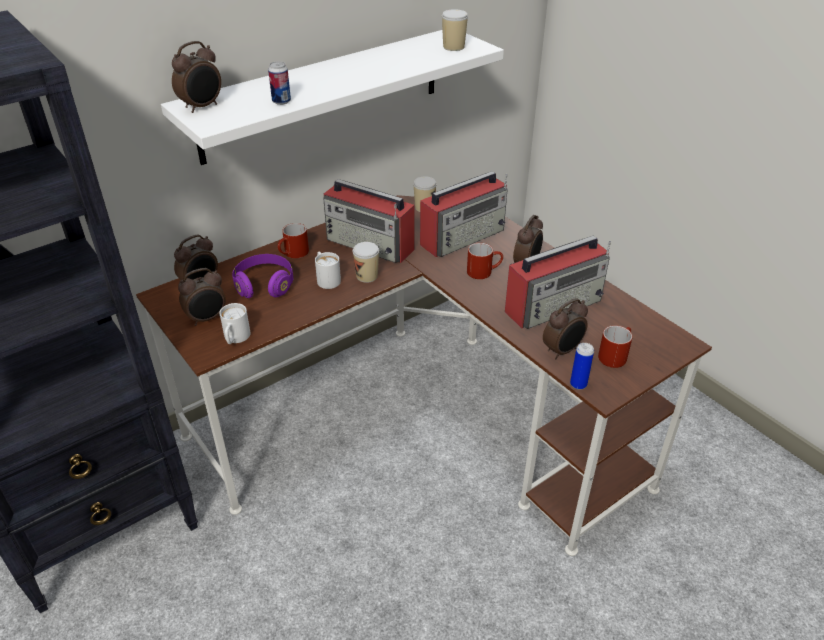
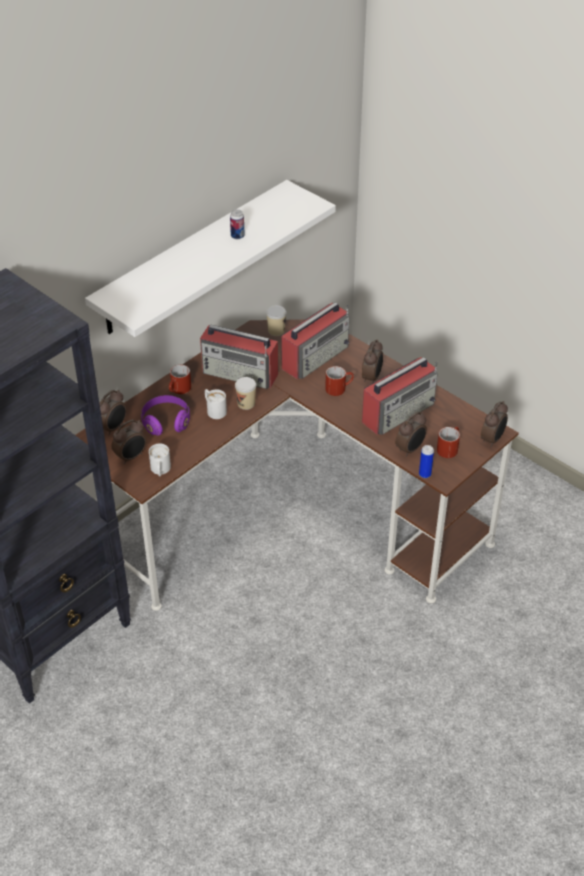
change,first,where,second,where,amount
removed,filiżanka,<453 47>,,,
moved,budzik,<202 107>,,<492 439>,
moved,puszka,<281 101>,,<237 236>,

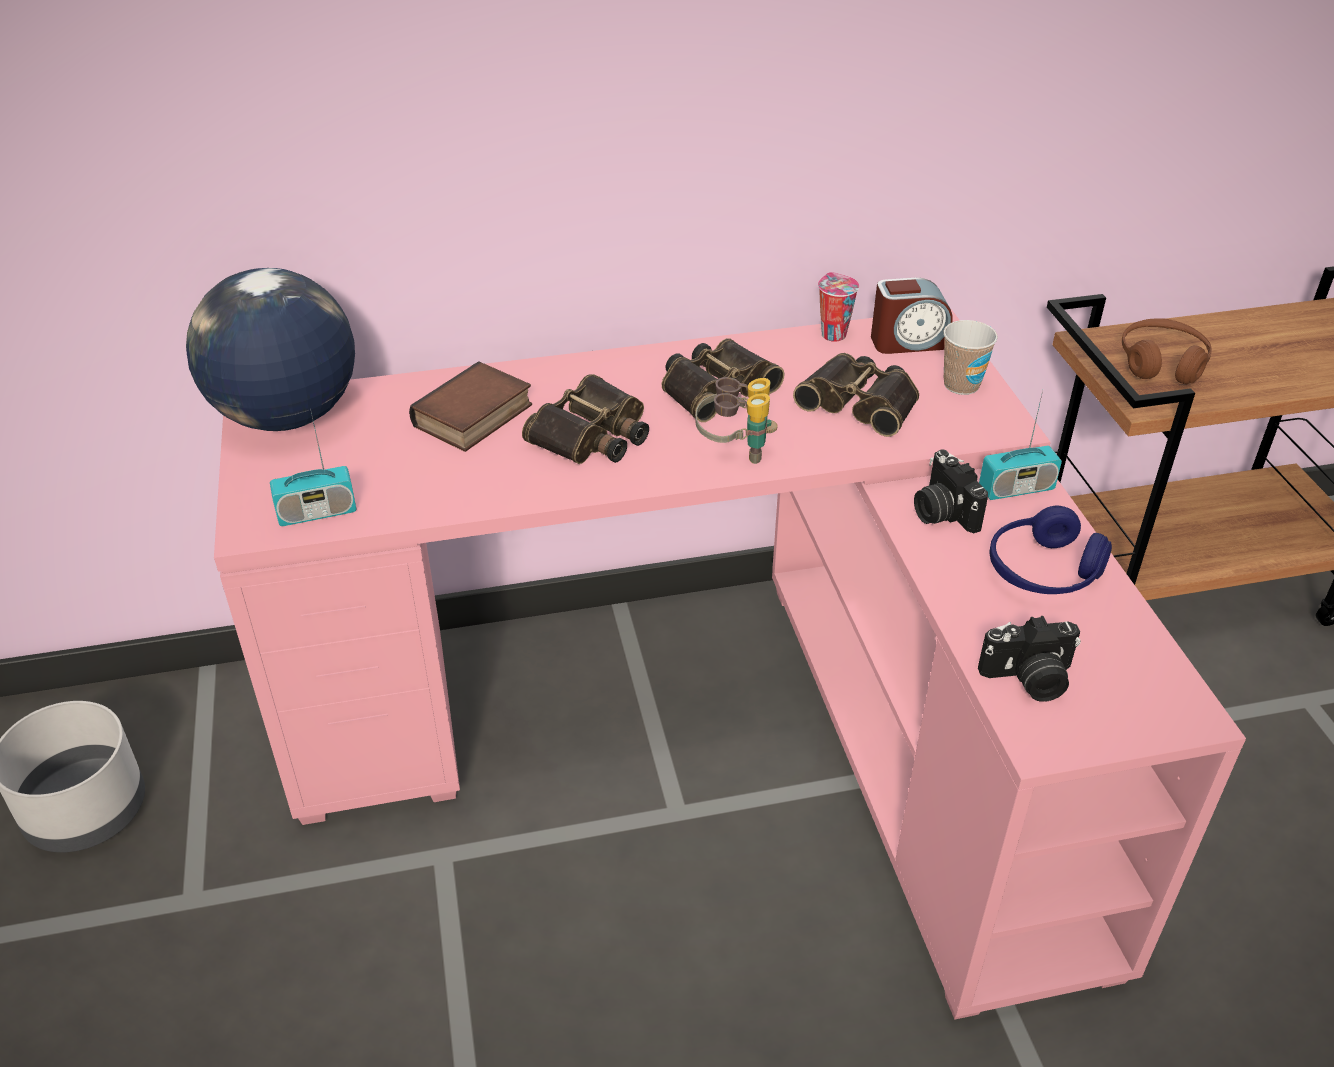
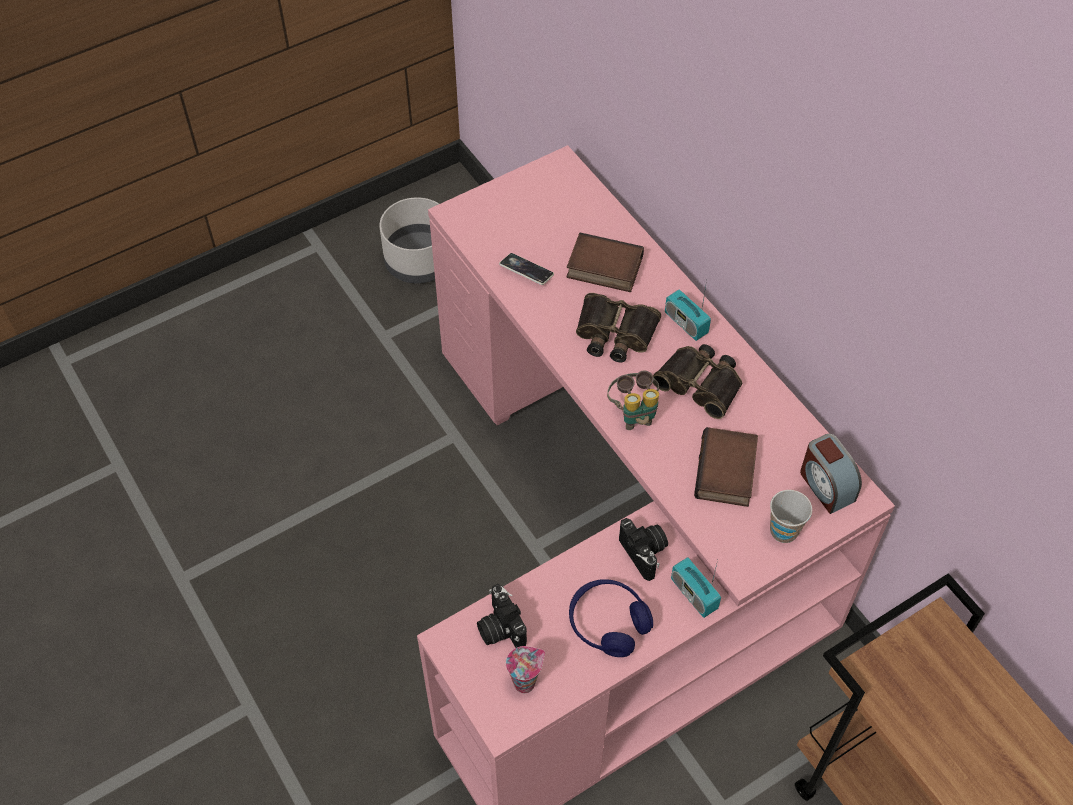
change,first,where,second,where,amount
removed,globus,<286 417>,,,
moved,filiżanka,<832 334>,,<525 681>,
removed,słuchawki [brązowy],<1161 363>,,,
replaced,lornetka,<861 402>,książka,<727 473>,
moved,radio,<317 512>,,<686 323>,
turned,aparat fotograficzny,<942 512>,,<645 552>,105 degrees clockwise
added,,,telefon,<526 271>,

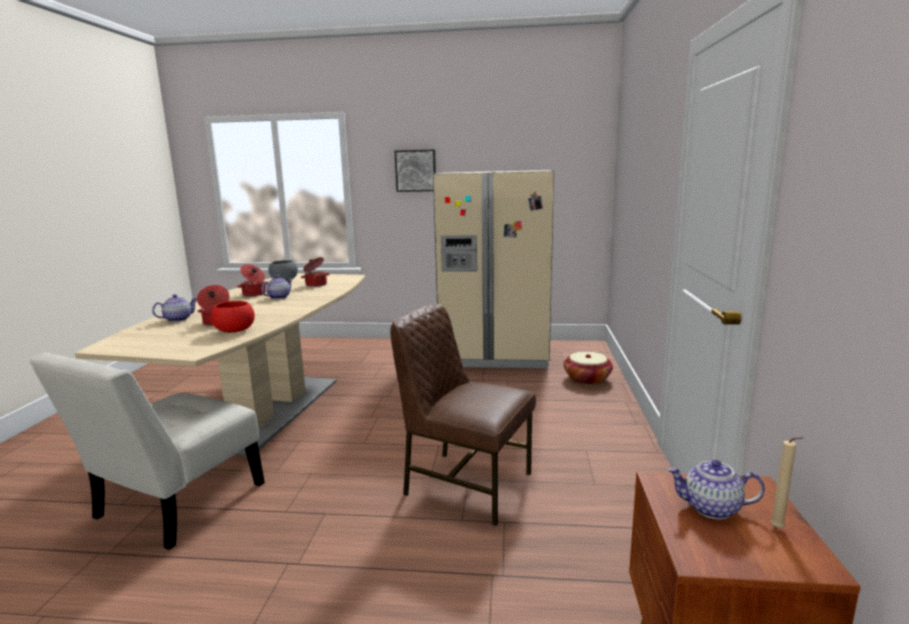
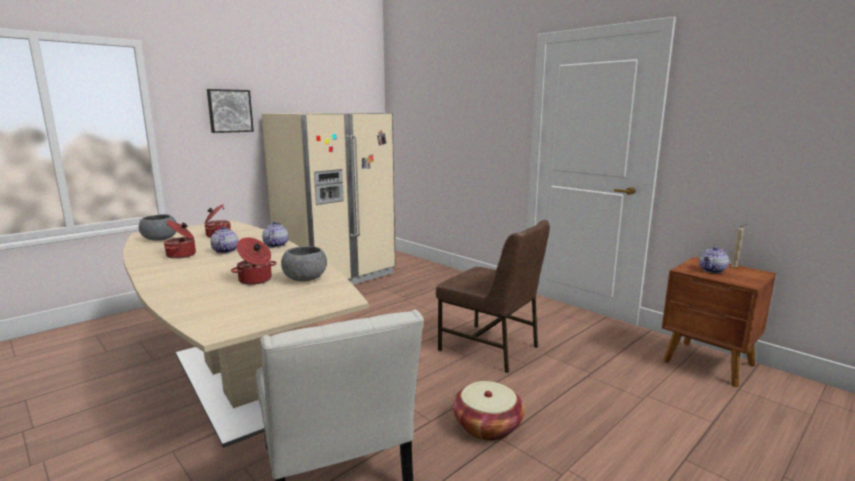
change,first,where,second,where,amount
moved,imbryk,<178 319>,,<275 245>,
recoloured,miska [czerwony],<235 331>,miska [szary],<305 279>,
turned,krzesło [brązowy],<466 484>,,<490 348>,120 degrees counterclockwise
moved,koszyk,<587 379>,,<487 426>,

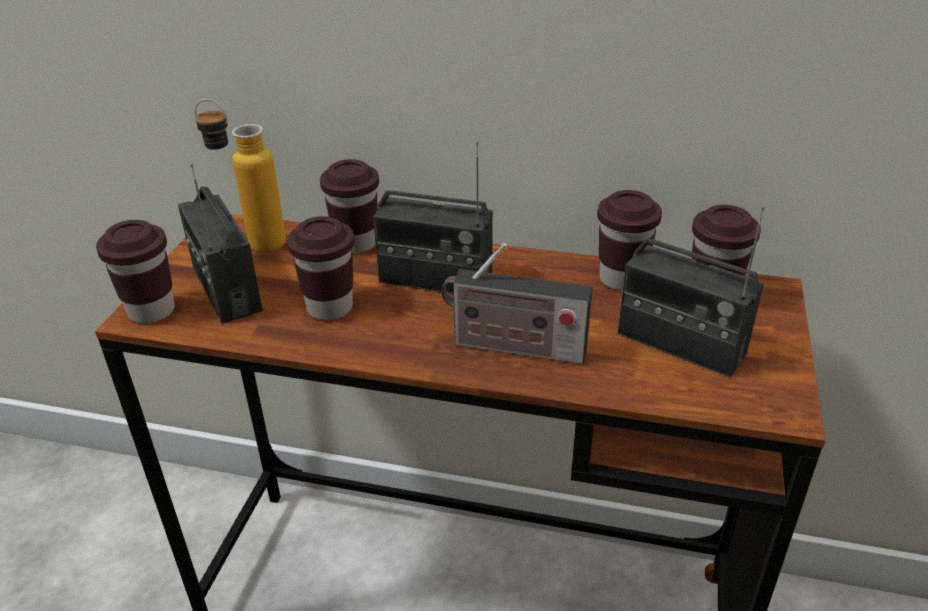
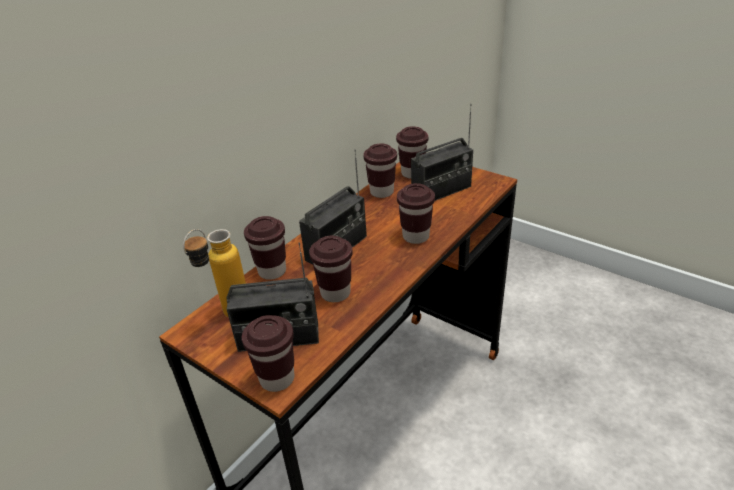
change,first,where,second,where,amount
replaced,radio,<513 348>,filiżanka [brązowy],<416 236>,

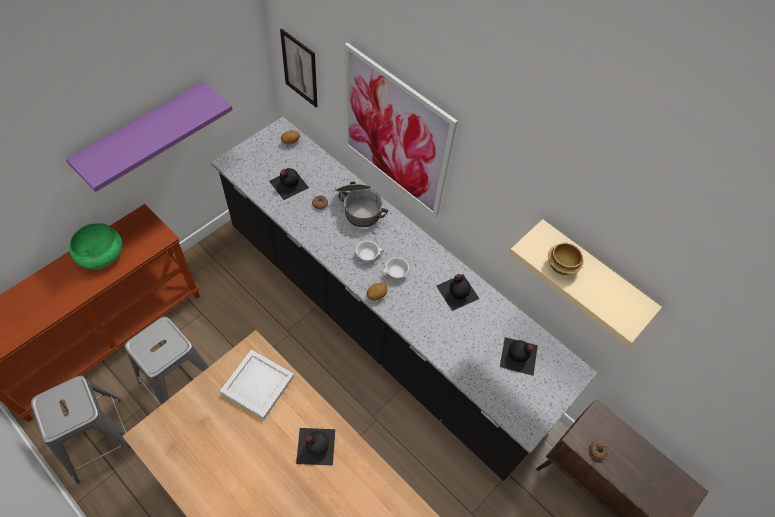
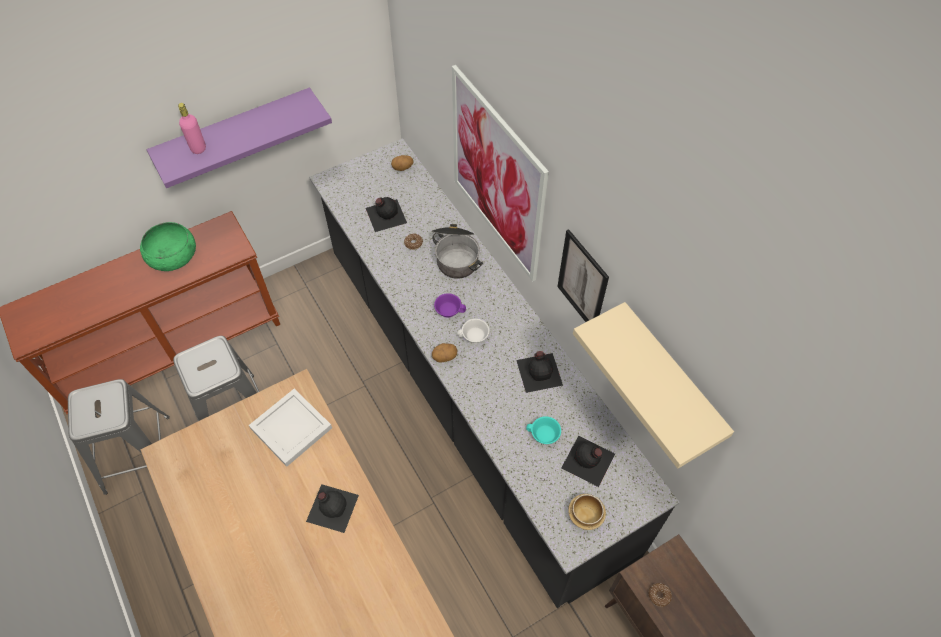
change,first,where,second,where,amount
moved,obraz,<300 68>,,<582 281>,
recoloured,filiżanka [biały],<367 255>,filiżanka [fioletowy],<449 310>,
moved,miska,<560 265>,,<584 516>,
added,,,butelka [różowy],<198 148>,
added,,,filiżanka [turkusowy],<543 436>,

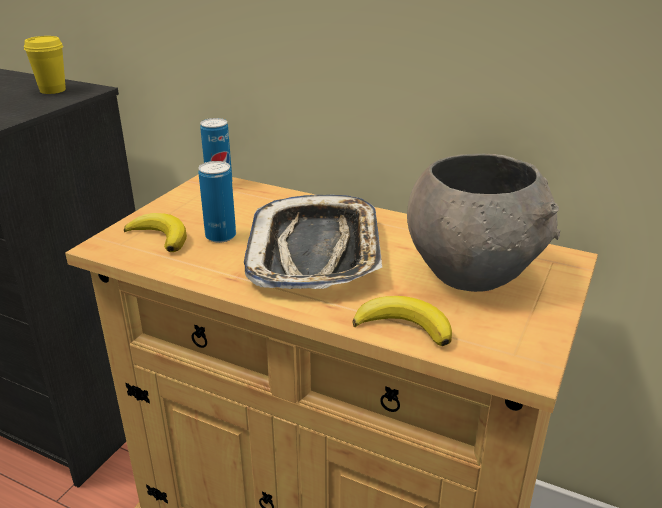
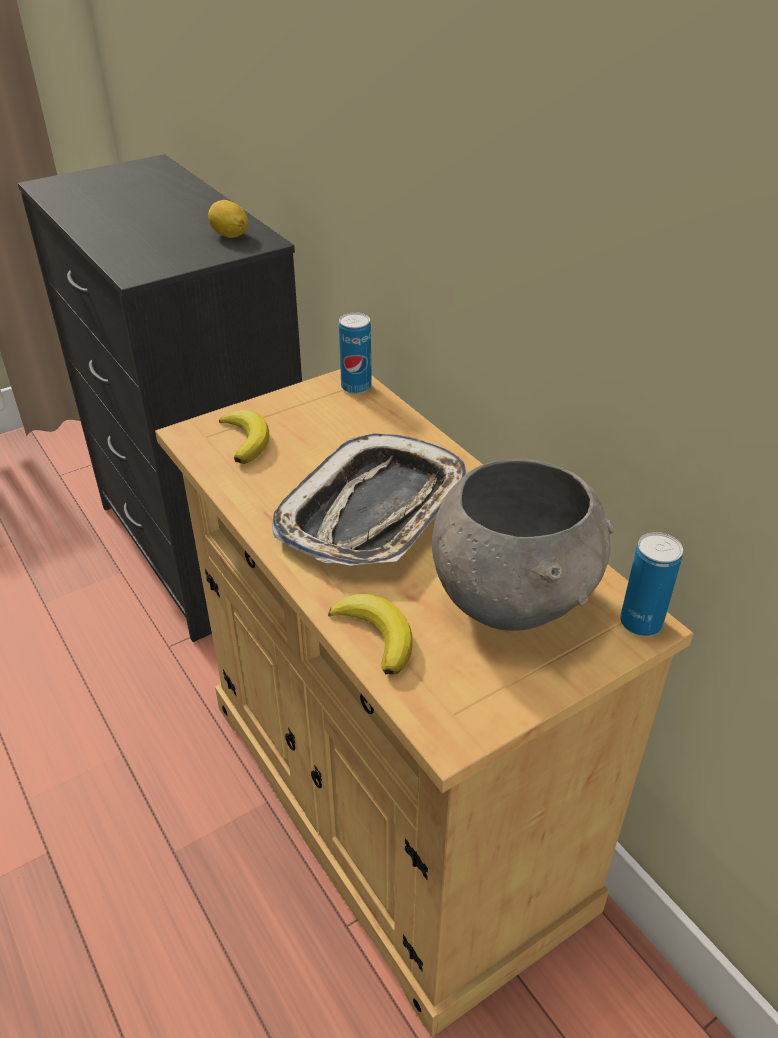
change,first,where,second,where,amount
replaced,filiżanka [żółty],<52 90>,cytryna,<229 235>,
moved,puszka,<220 236>,,<640 623>,

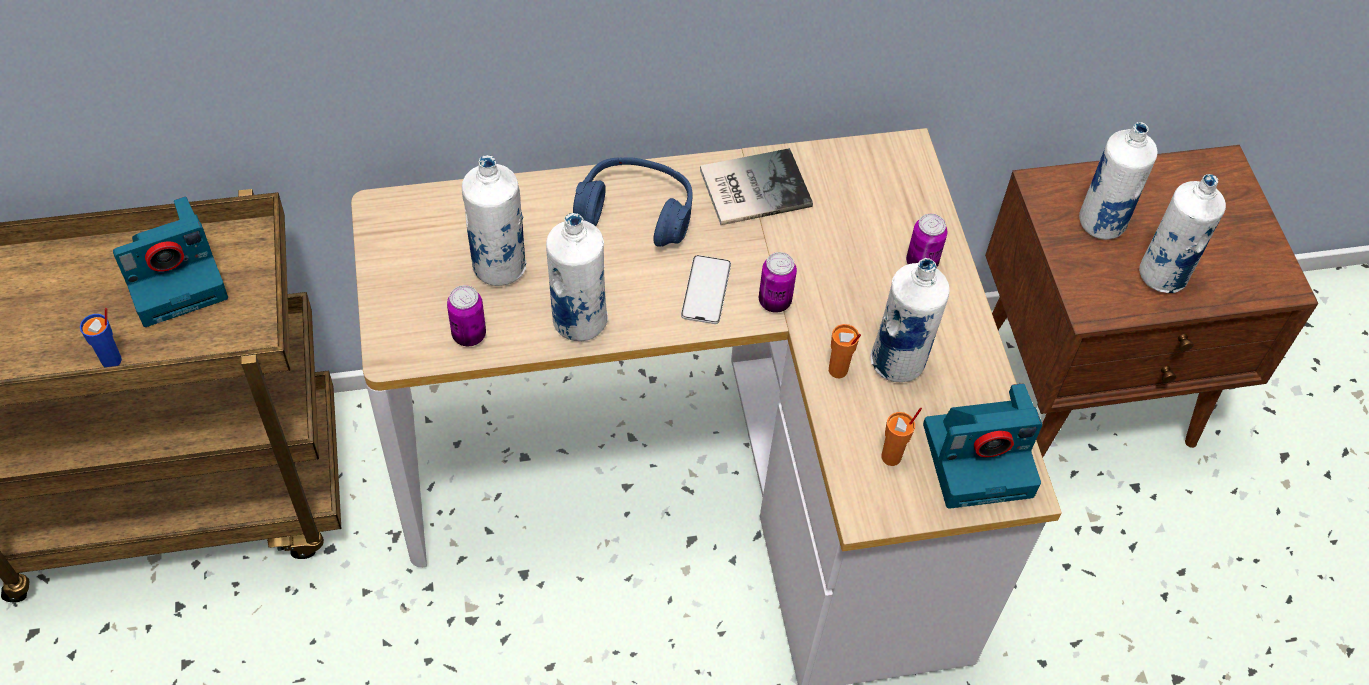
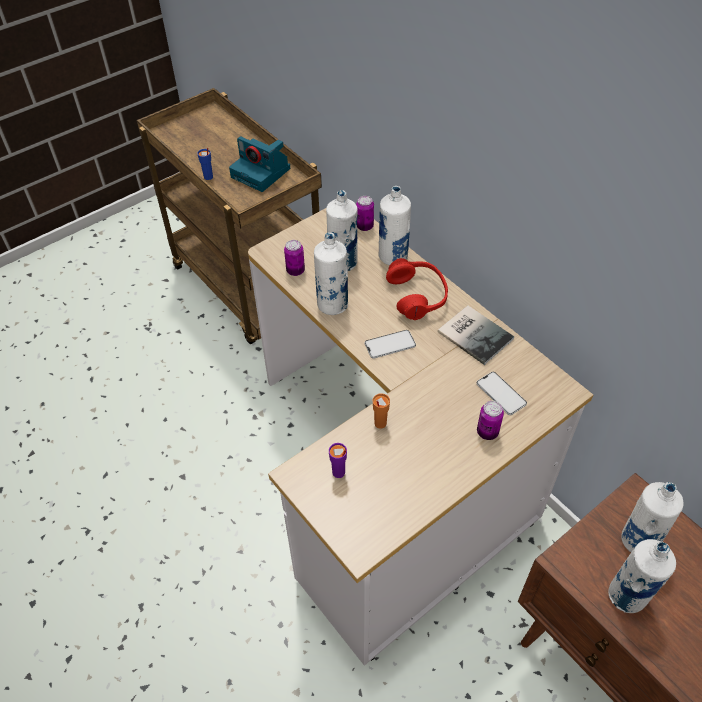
change,first,where,second,where,amount
recoloured,słuchawki [niebieski],<636 212>,słuchawki [czerwony],<417 296>,
moved,puszka,<774 301>,,<364 226>,
moved,butelka [biały],<898 362>,,<393 257>,
removed,aparat fotograficzny,<980 458>,,,
recoloured,filiżanka [pomarańczowy],<892 457>,filiżanka [fioletowy],<338 473>,
added,,,telefon,<501 393>,

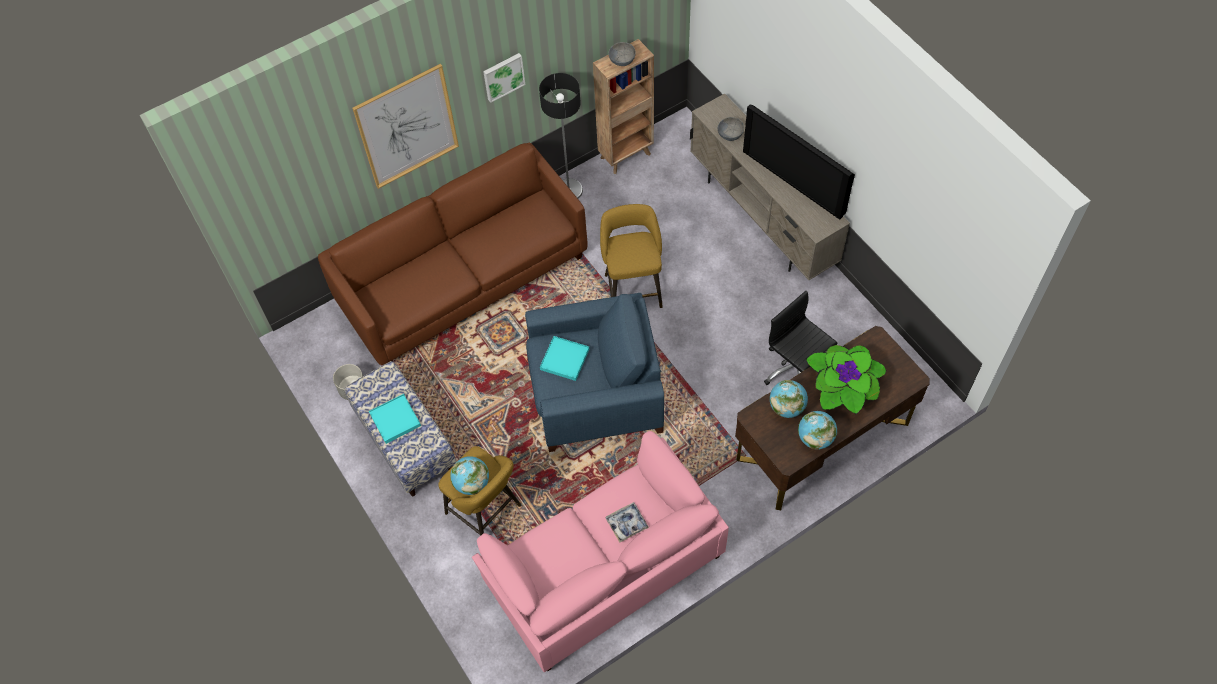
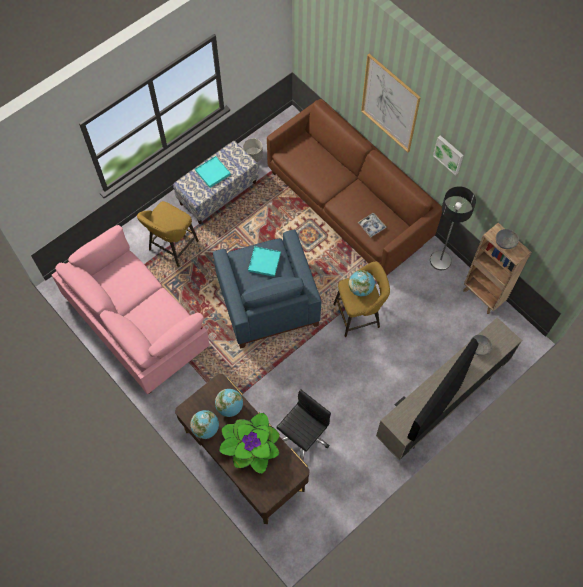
change,first,where,second,where,amount
moved,globus,<472 483>,,<360 289>,
moved,taca,<627 524>,,<371 226>,

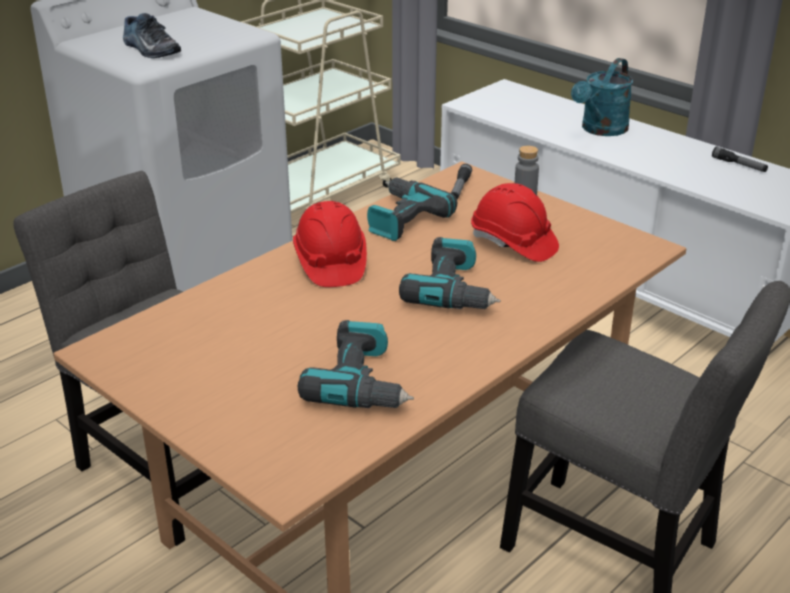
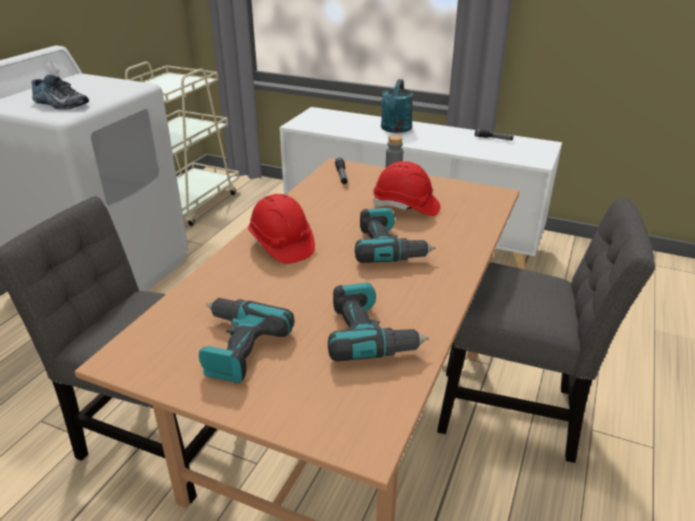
change,first,where,second,where,amount
moved,wiertarka,<401 219>,,<236 347>,

